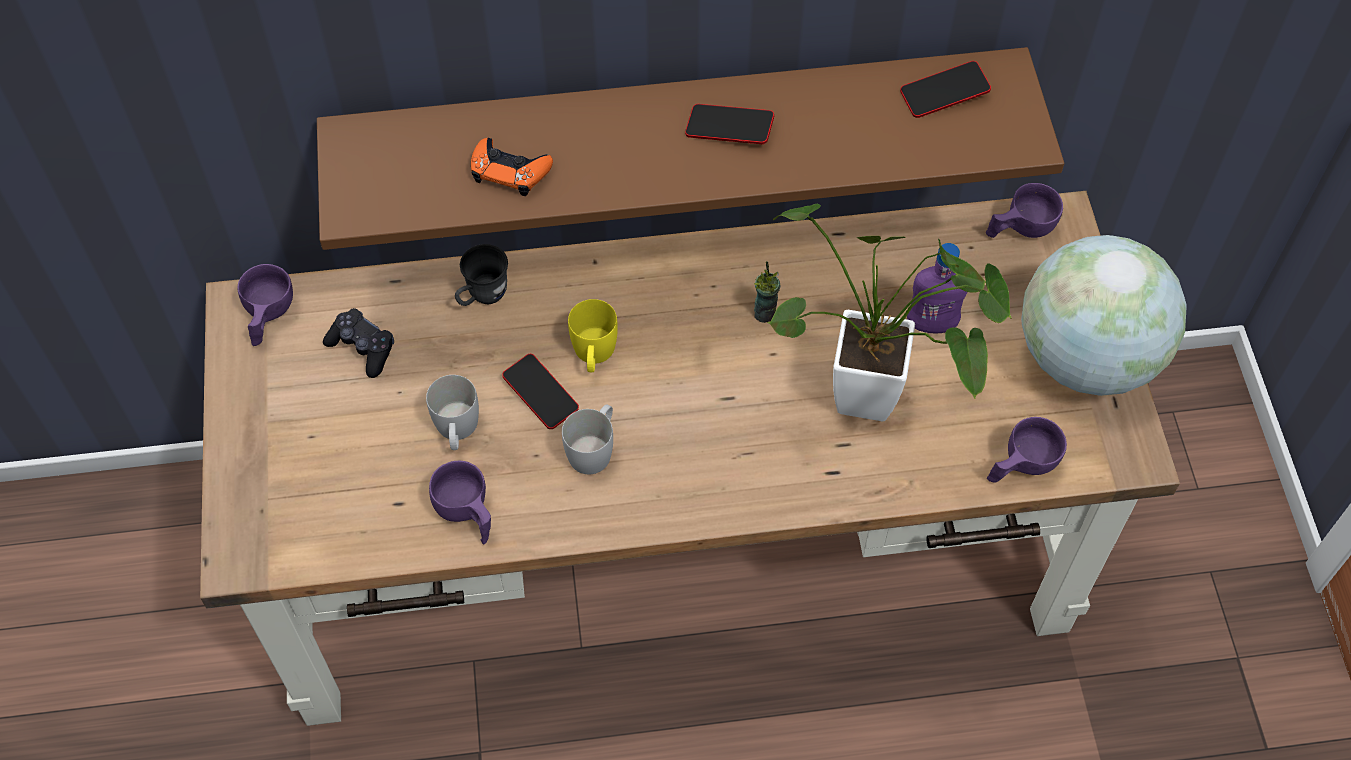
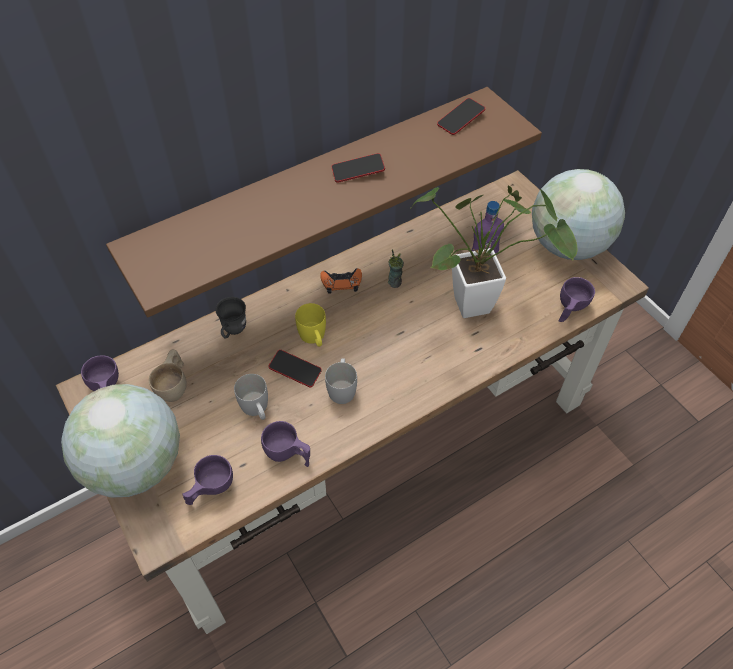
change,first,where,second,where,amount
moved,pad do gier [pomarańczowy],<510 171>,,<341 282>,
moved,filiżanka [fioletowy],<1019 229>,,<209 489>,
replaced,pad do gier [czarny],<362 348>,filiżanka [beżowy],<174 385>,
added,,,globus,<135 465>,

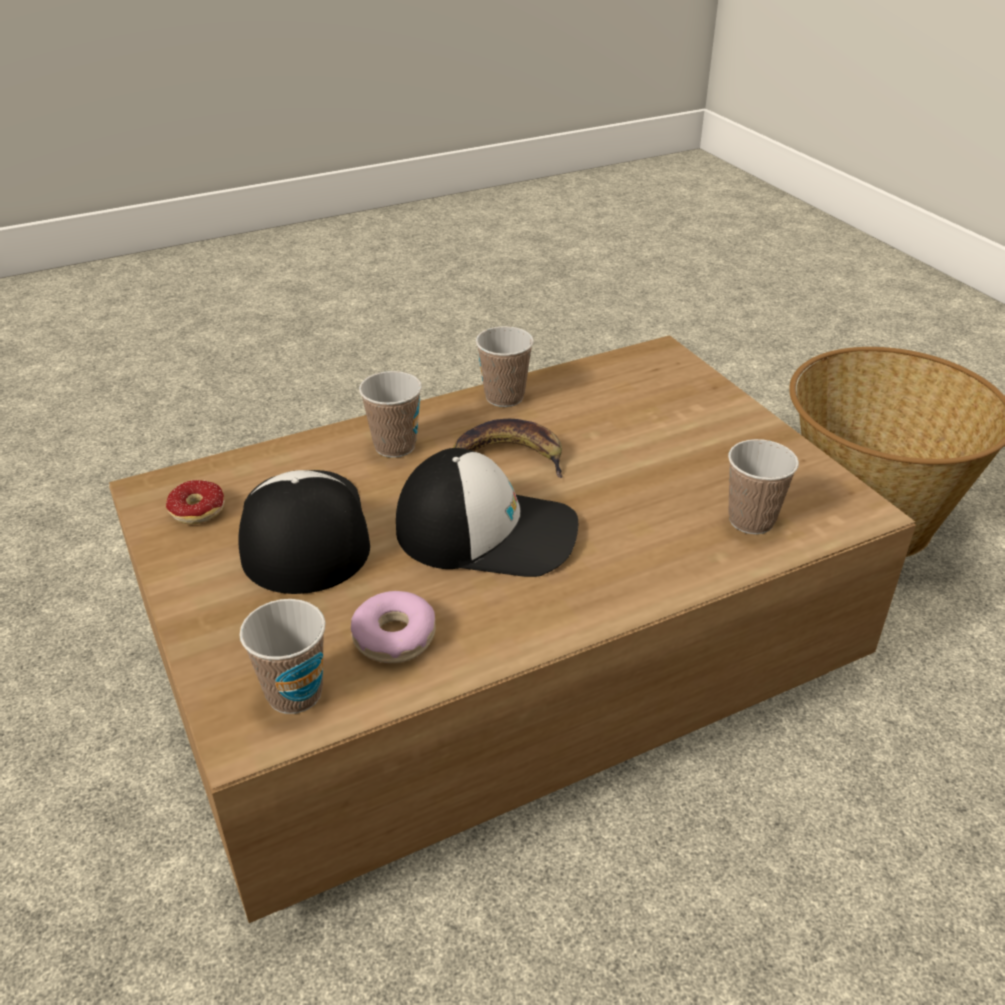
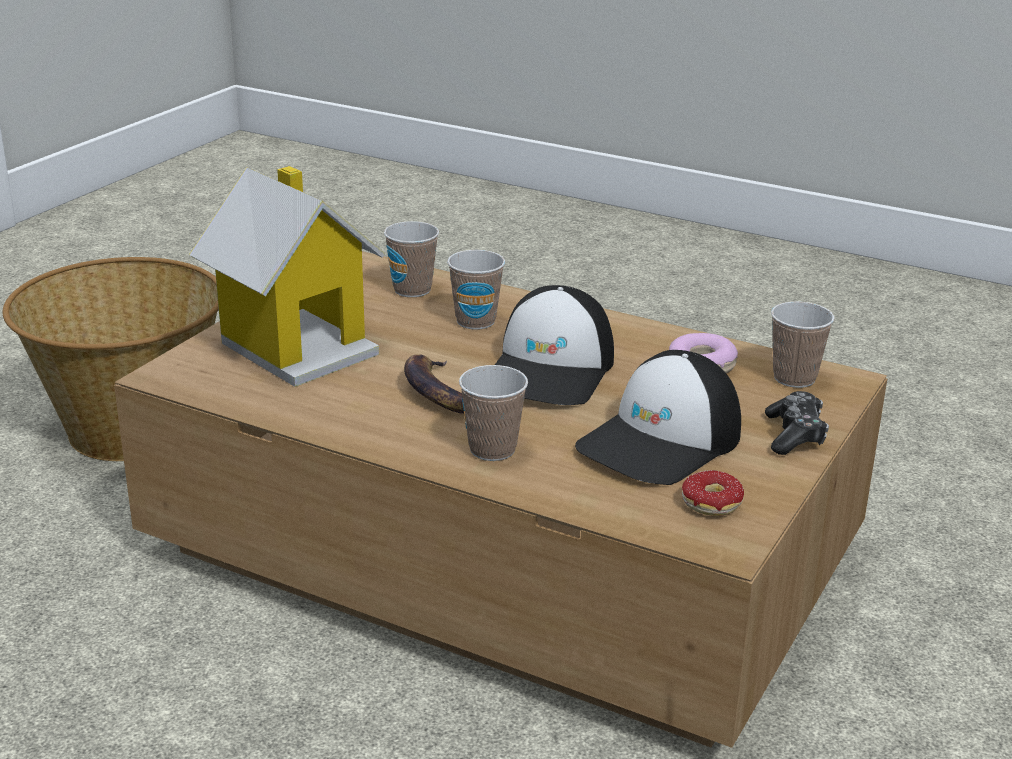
change,first,where,second,where,amount
moved,filiżanka,<504 397>,,<475 321>,
turned,czapka z daszkiem,<487 531>,,<551 371>,135 degrees counterclockwise
added,,,domek,<296 345>,
added,,,pad do gier,<795 435>,

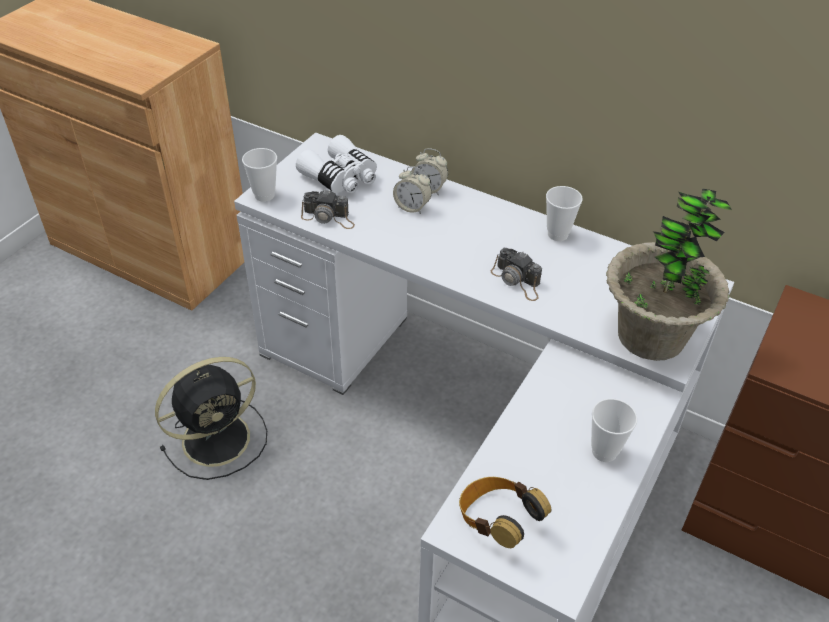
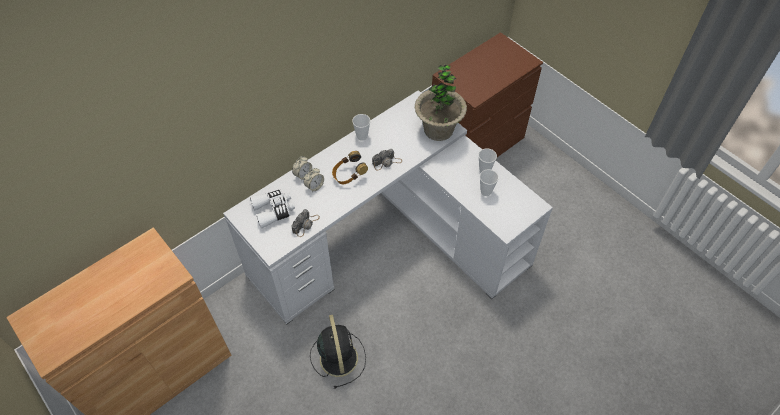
change,first,where,second,where,amount
moved,filiżanka,<264 195>,,<486 191>,
moved,słuchawki,<497 521>,,<349 175>,

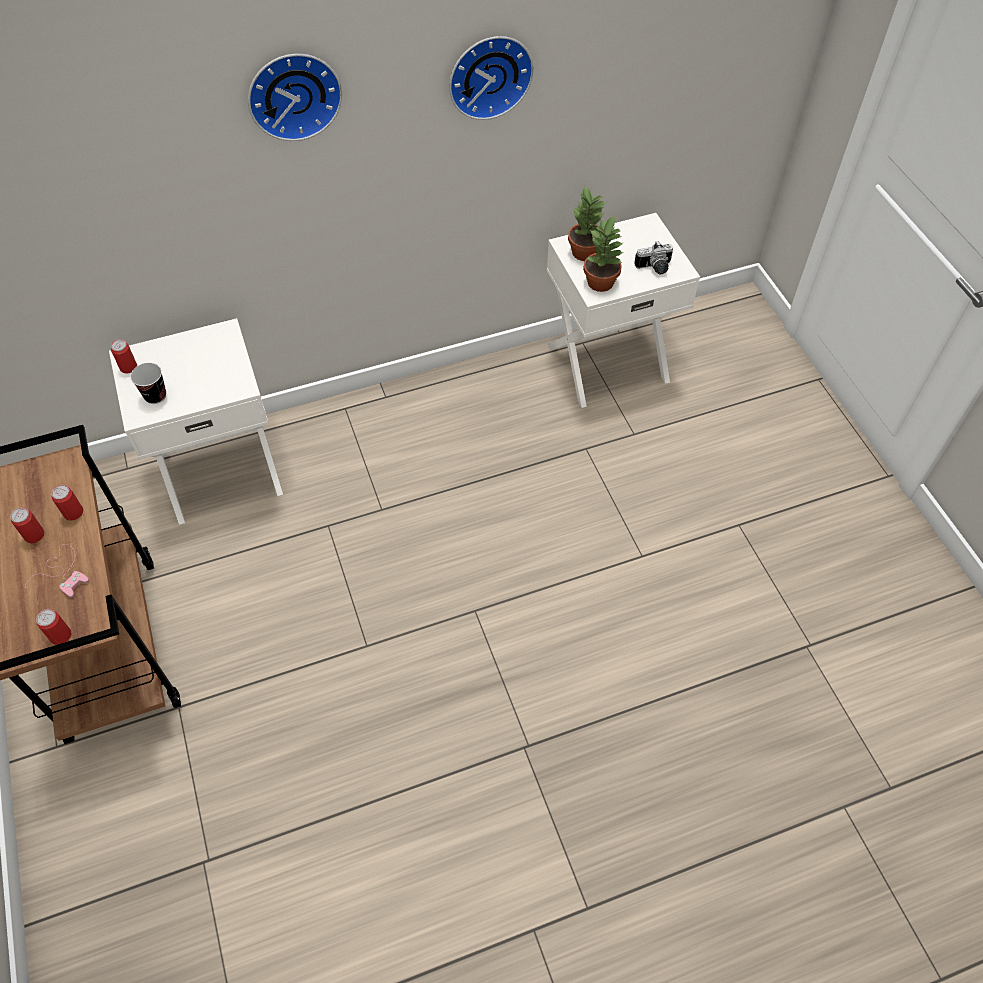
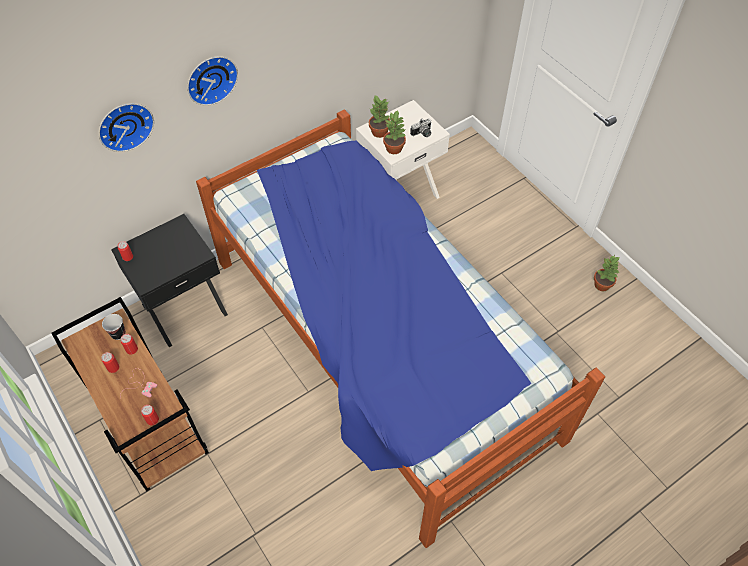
change,first,where,second,where,amount
moved,zegar ścienny,<488 75>,,<124 125>,
recoloured,szafka nocna [biały],<221 470>,szafka nocna [czarny],<184 308>,
moved,filiżanka,<155 396>,,<118 334>,
added,,,łóżko,<379 347>,
added,,,roślina doniczkowa,<602 285>,

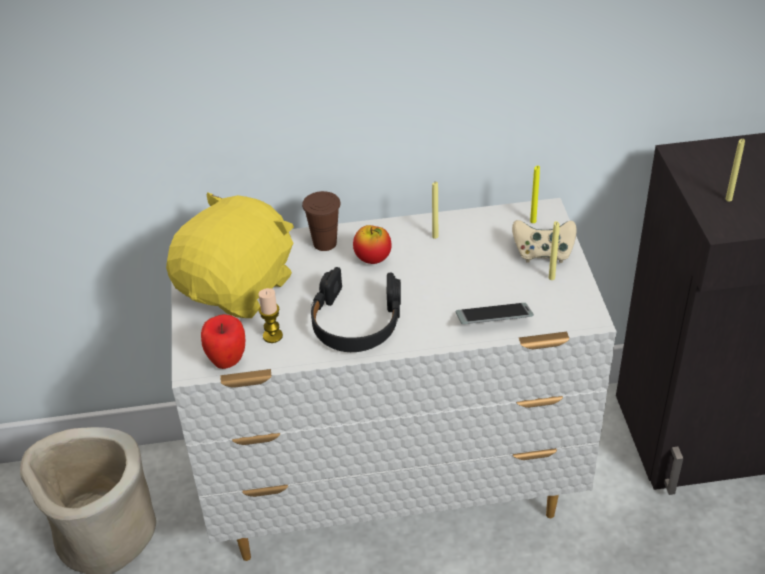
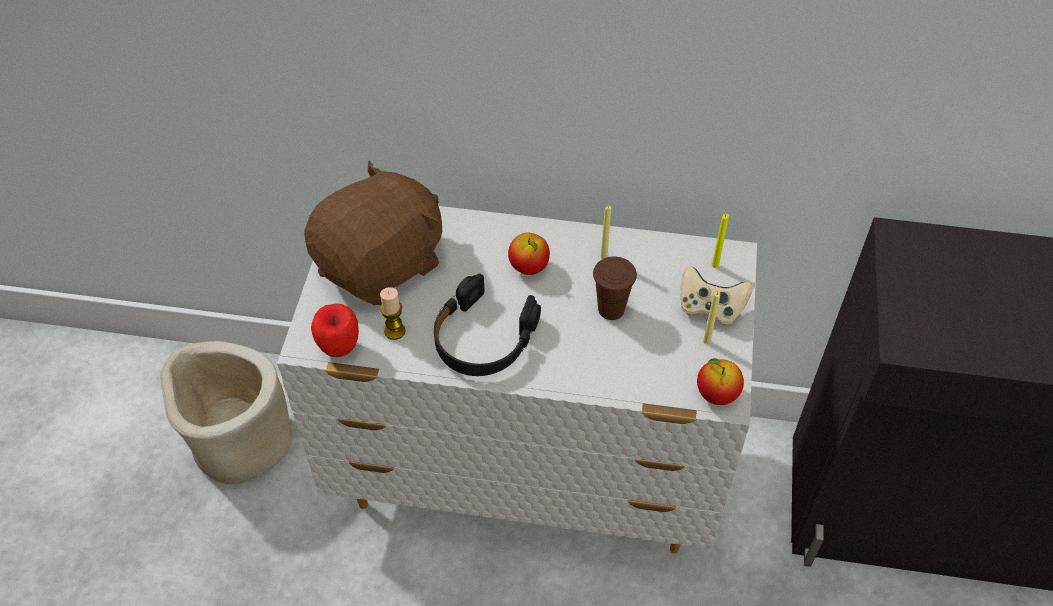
change,first,where,second,where,amount
removed,świeca [żółty],<728 199>,,,
moved,filiżanka [brązowy],<325 243>,,<611 309>,
recoloured,pluszak [żółty],<238 287>,pluszak [brązowy],<382 265>,
removed,telefon,<493 319>,,,
added,,,jabłko,<717 394>,

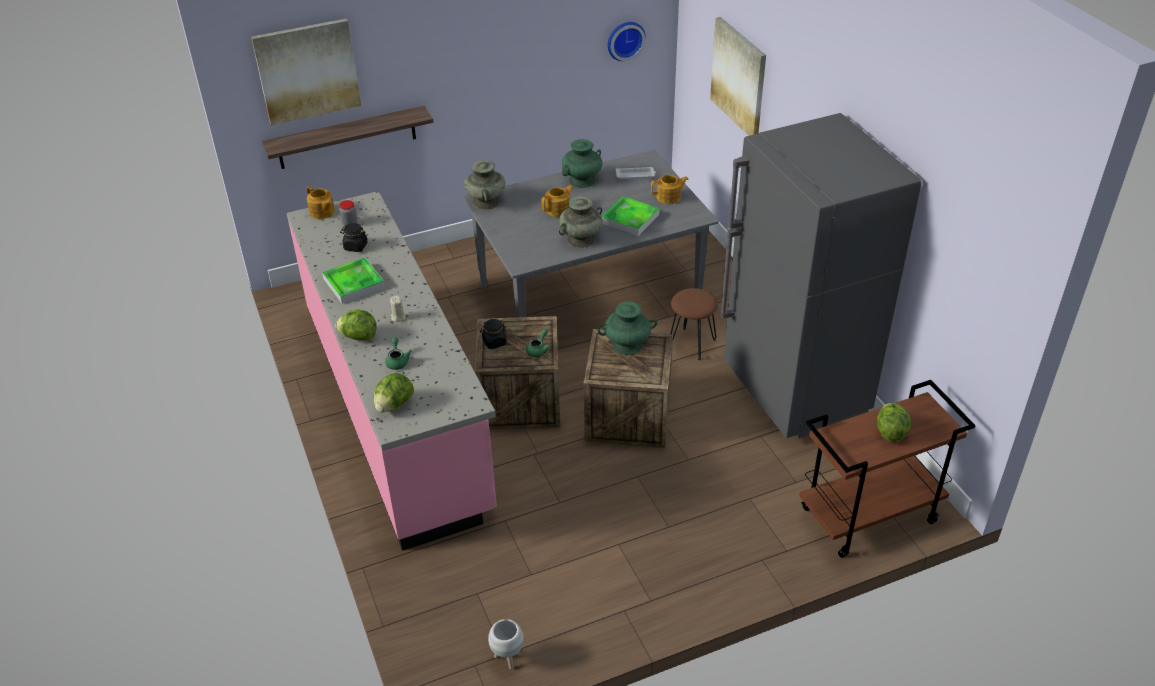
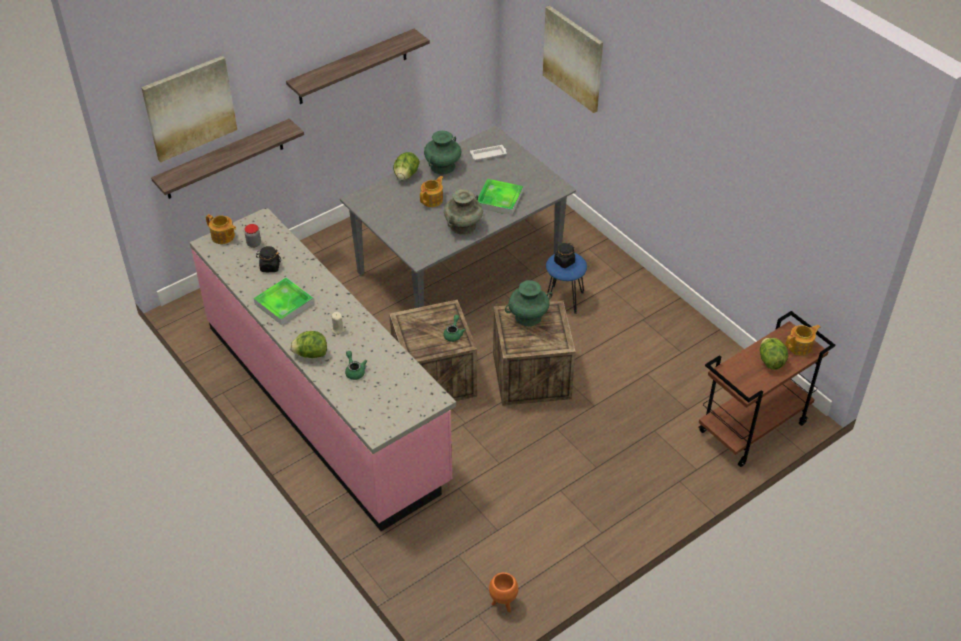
change,first,where,second,where,amount
removed,zegar ścienny,<625 40>,,,
removed,lodówka [szary],<794 392>,,,
removed,wazon [turkusowy],<486 202>,,,
moved,imbryk,<669 197>,,<800 346>,
recoloured,stołek [brązowy],<691 344>,stołek [niebieski],<564 299>,
moved,słoik [czarny],<494 342>,,<564 262>,
moved,sałata,<394 405>,,<406 175>,
recoloured,donica [biały],<507 658>,donica [pomarańczowy],<503 603>,
added,,,półka,<352 67>,

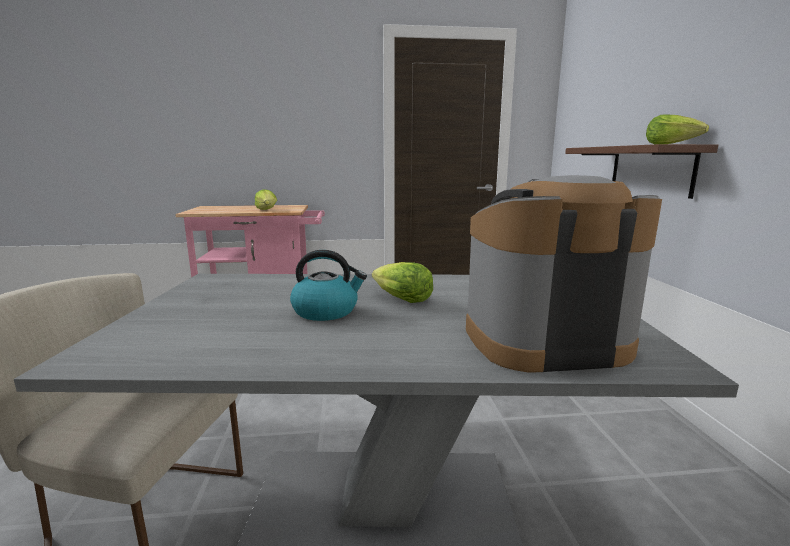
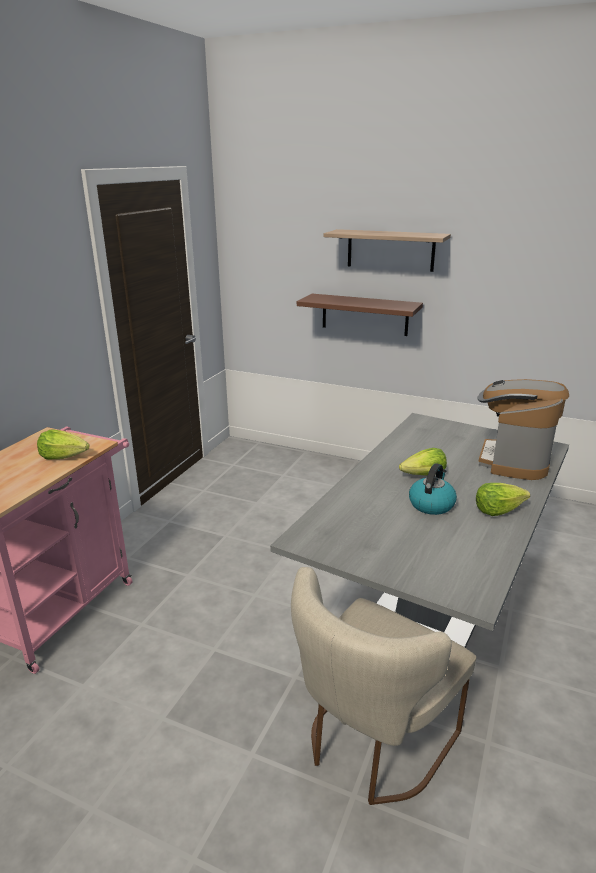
change,first,where,second,where,amount
moved,sałata,<671 144>,,<498 510>,
added,,,półka,<390 250>,

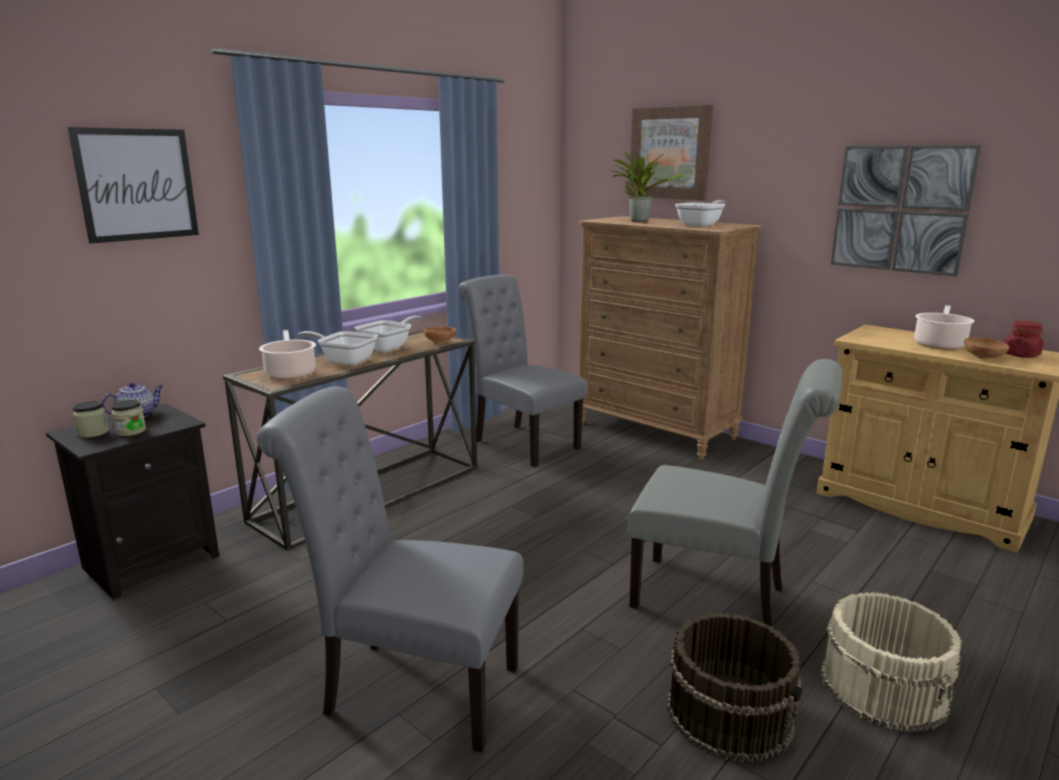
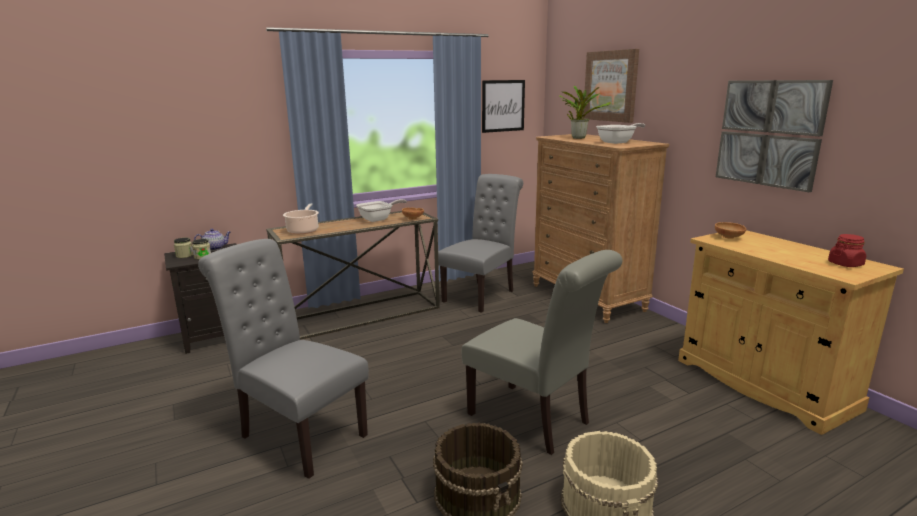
change,first,where,second,where,amount
moved,obraz,<137 184>,,<503 106>,
turned,krzesło [szary],<521 442>,,<482 295>,60 degrees clockwise
removed,garnek,<939 344>,,,
removed,patelnia,<344 360>,,,
moved,miska [brązowy],<984 359>,,<729 238>,

